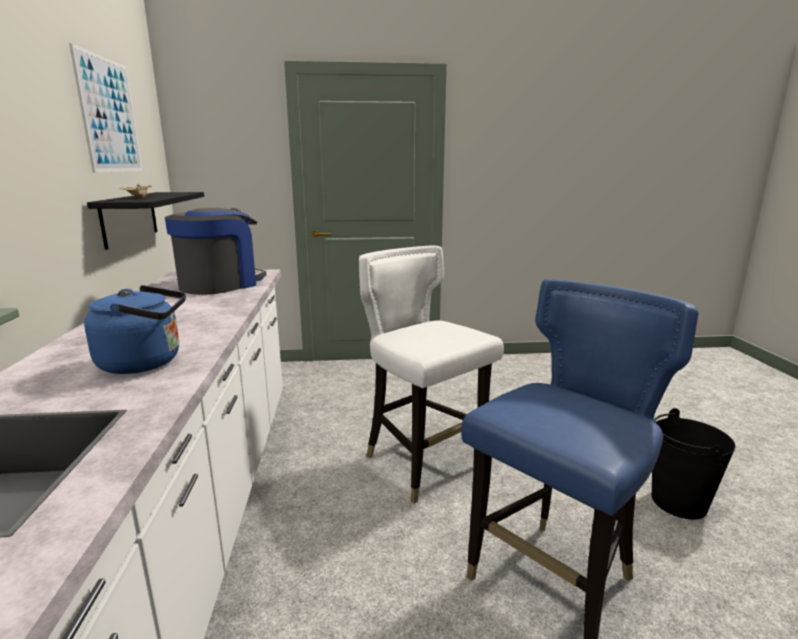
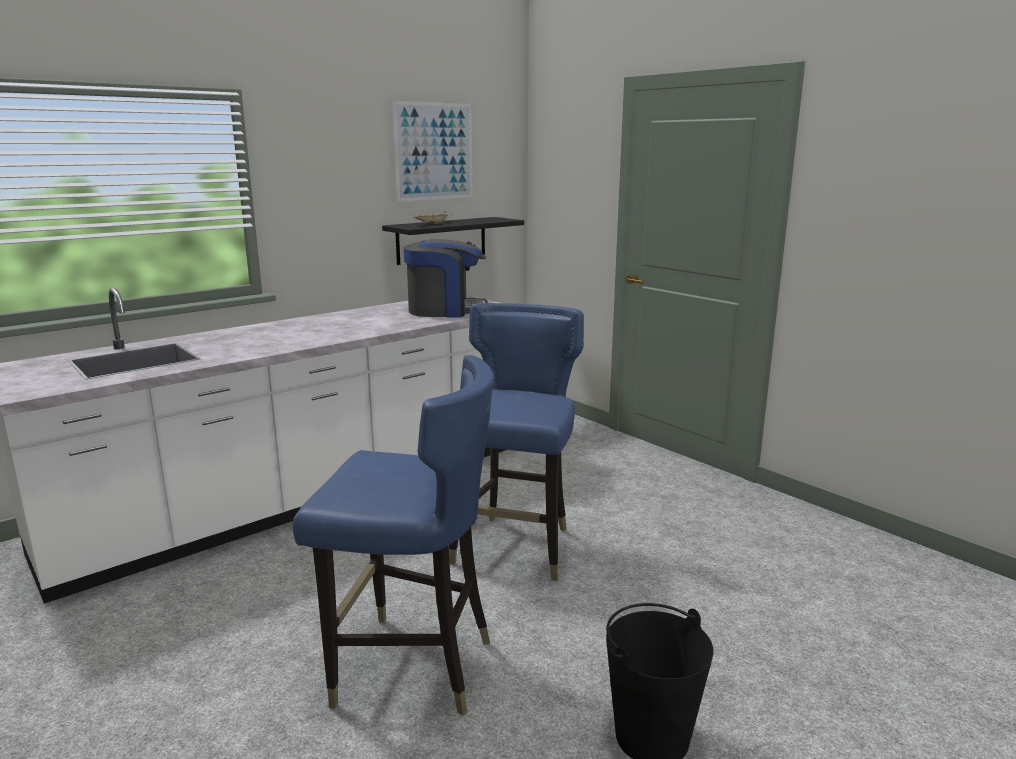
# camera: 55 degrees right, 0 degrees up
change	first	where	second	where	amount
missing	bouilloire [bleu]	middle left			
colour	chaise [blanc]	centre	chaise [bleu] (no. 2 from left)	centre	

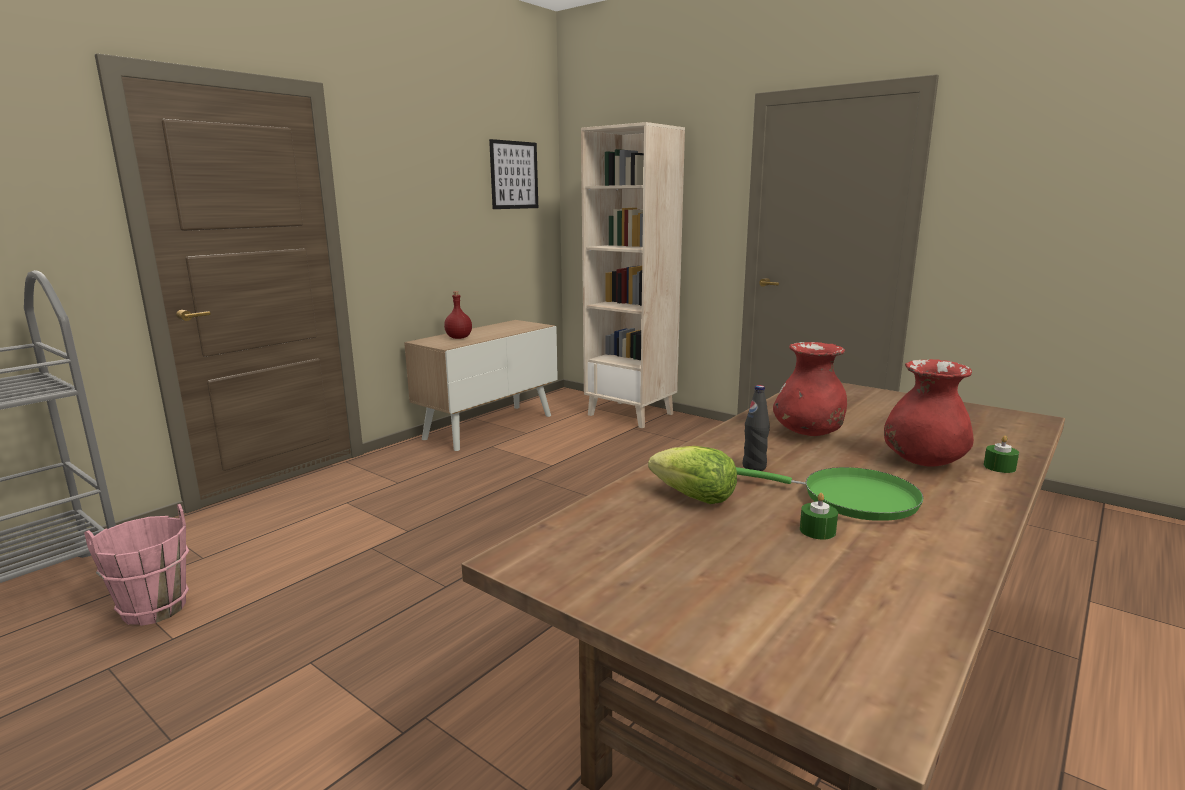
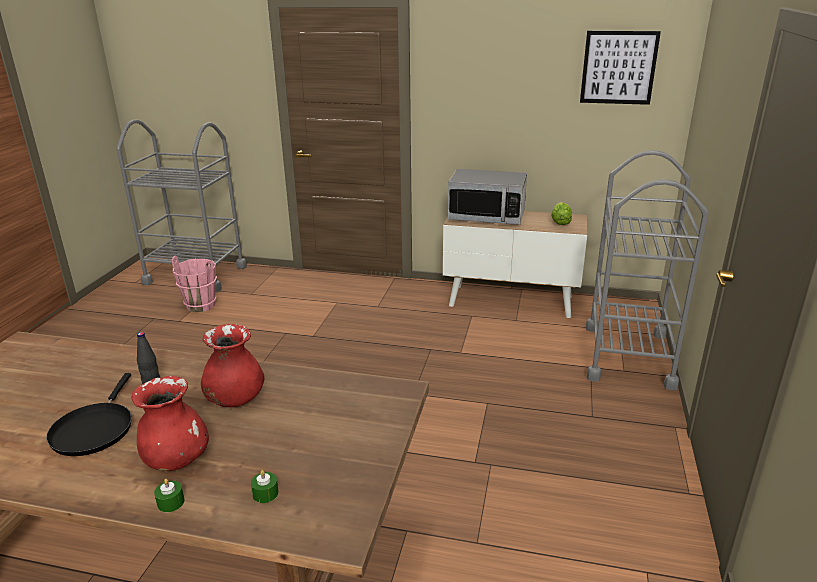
# camera: 65 degrees right, 10 degrees up
change	first	where	second	where	amount
exchanged	bouteille [rouge]	centre	micro-ondes	centre	
exchanged	bibliothèque [beige]	centre	chariot [gris] (no. 2 from left)	middle right	
relocated	laitue	centre		middle right	
colour	poêle [vert]	middle right	poêle [noir]	bottom left	
relocated	bougie [vert] (no. 1 from left in the first image)	middle right	bougie [vert] (no. 2 from left)	bottom left	

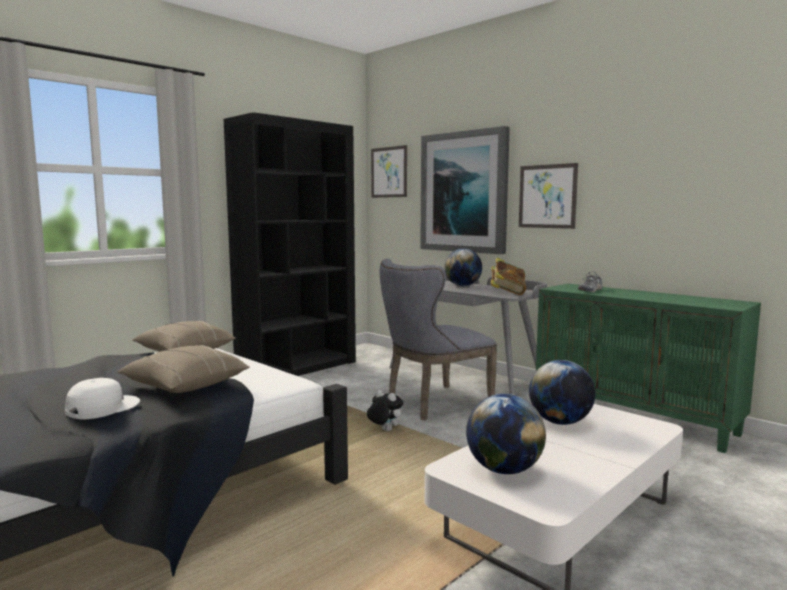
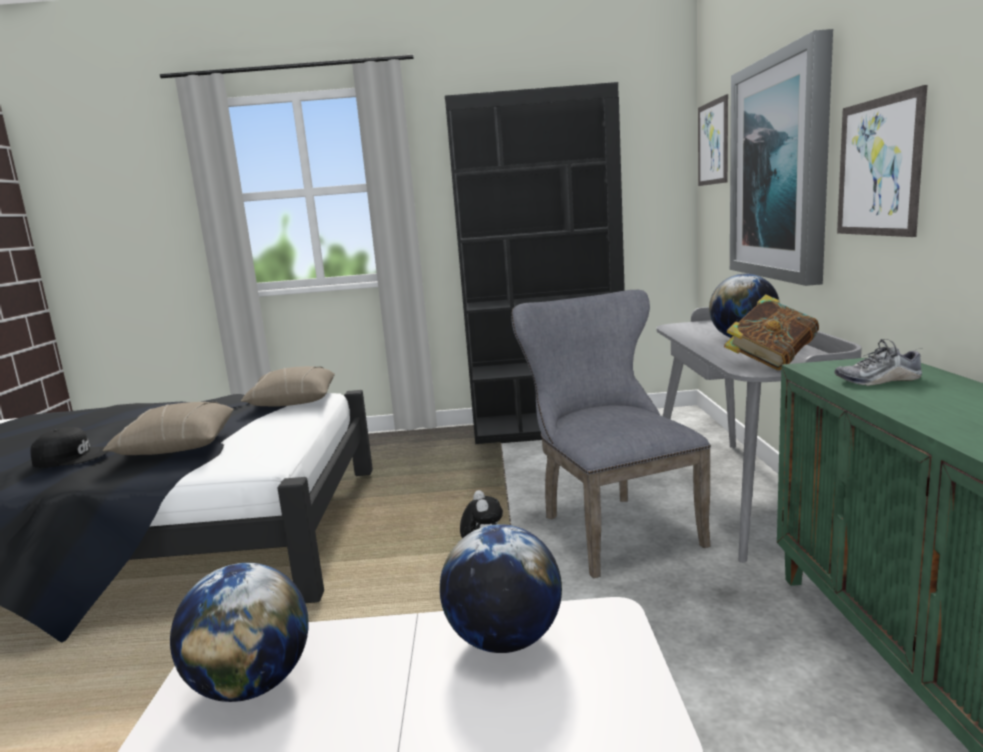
# camera: 45 degrees right, 5 degrees up
change	first	where	second	where	amount
colour	casquette [blanc]	bottom left	casquette [noir]	middle left	
spun	chaise [gris]	centre		centre	60 degrees clockwise

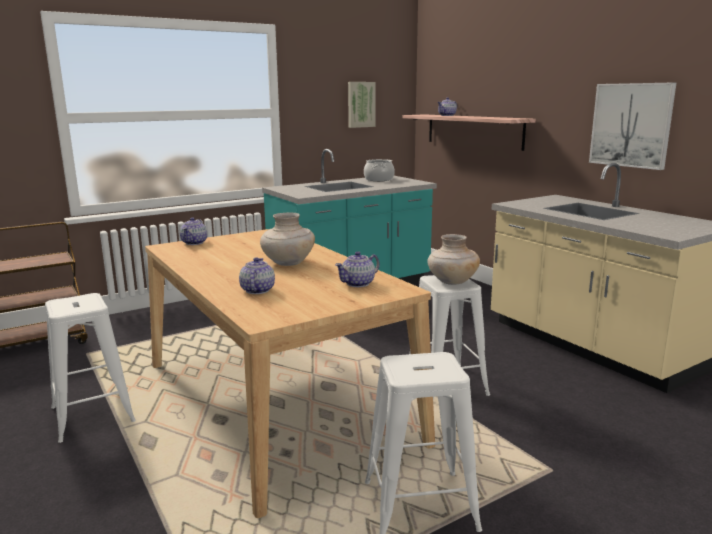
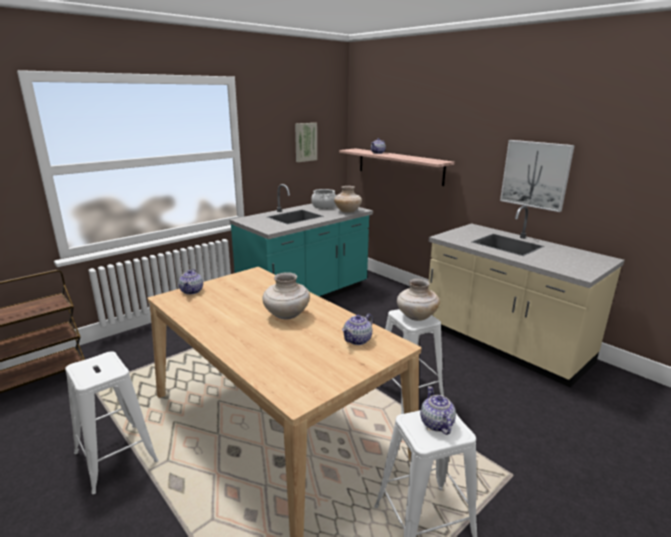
# camera: 10 degrees left, 5 degrees up
change	first	where	second	where	amount
relocated	théière (no. 2 from left in the first image)	centre	théière (no. 4 from left)	bottom centre	
appeared			vase [beige] (no. 2 from left)	centre	

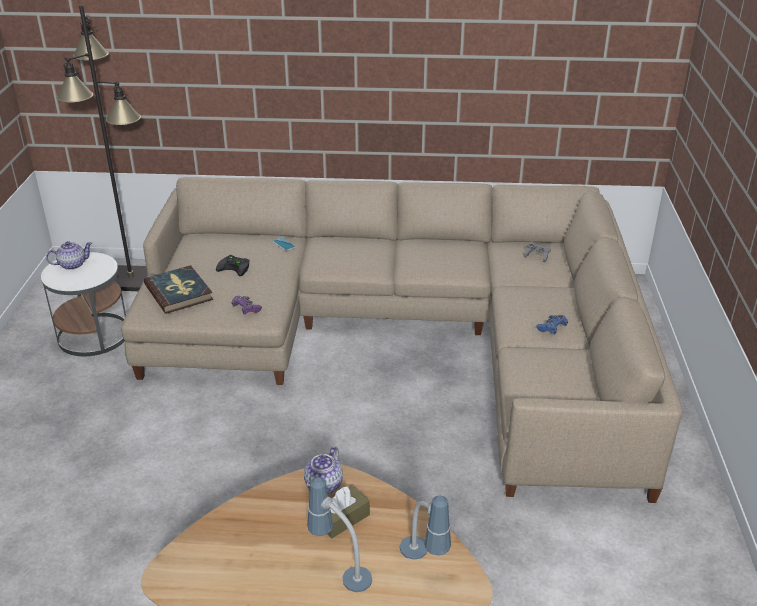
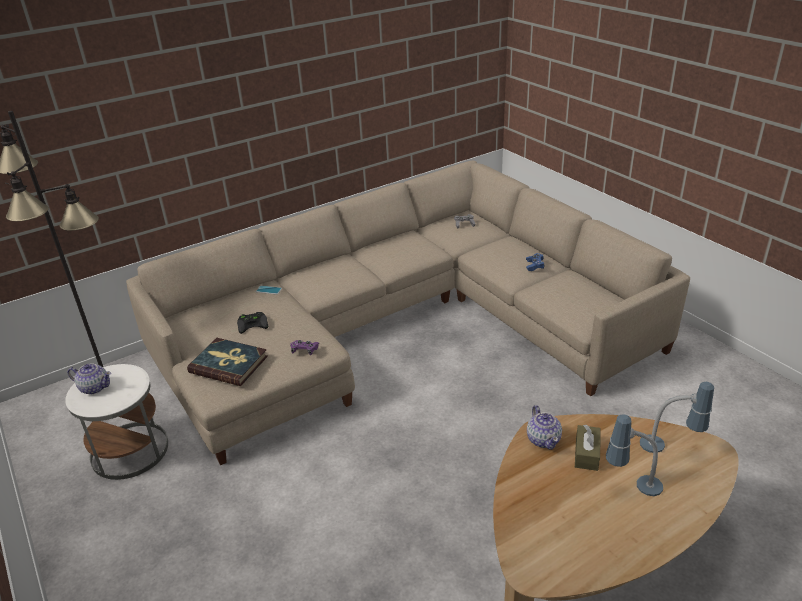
# camera: 35 degrees left, 0 degrees up
change	first	where	second	where	amount
spun	théière (no. 1 from left)	middle left		middle left	75 degrees clockwise

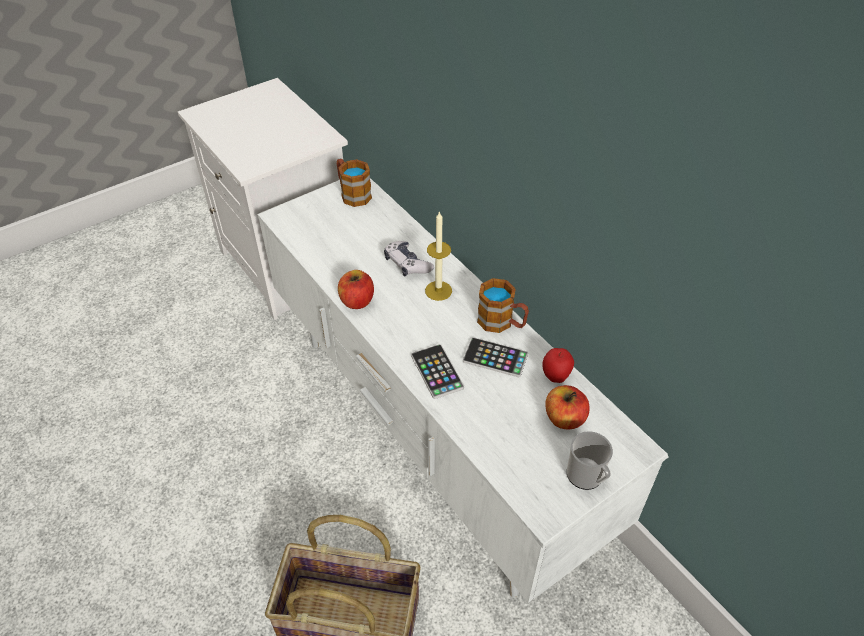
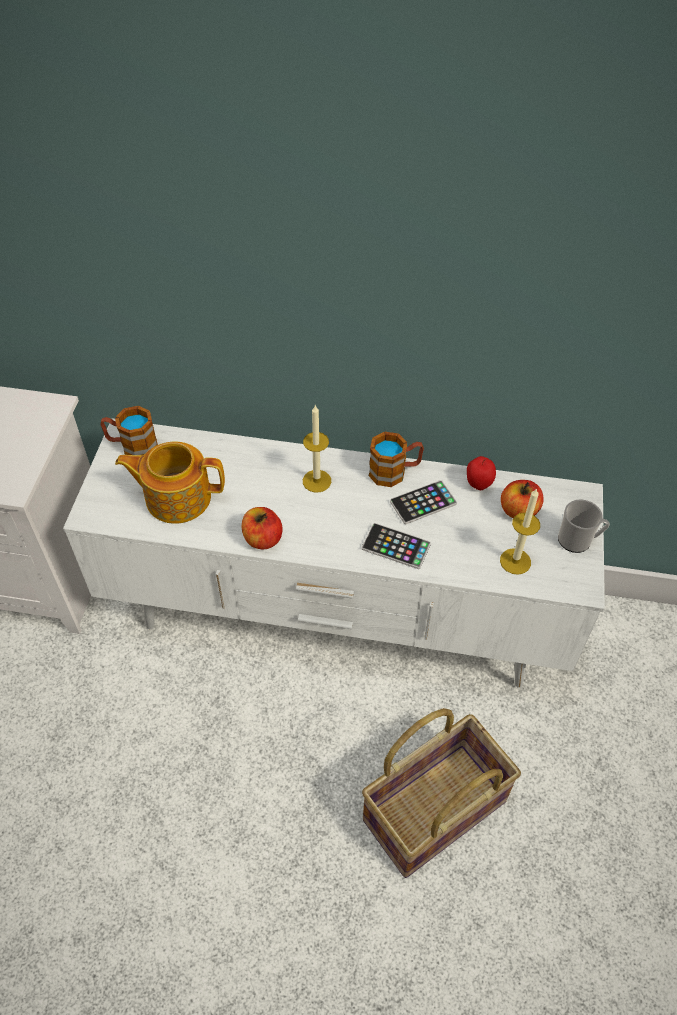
# camera: 45 degrees left, 5 degrees up
change	first	where	second	where	amount
missing	manette	centre			
appeared			théière	middle left	
appeared			bougie (no. 2 from left)	middle right	

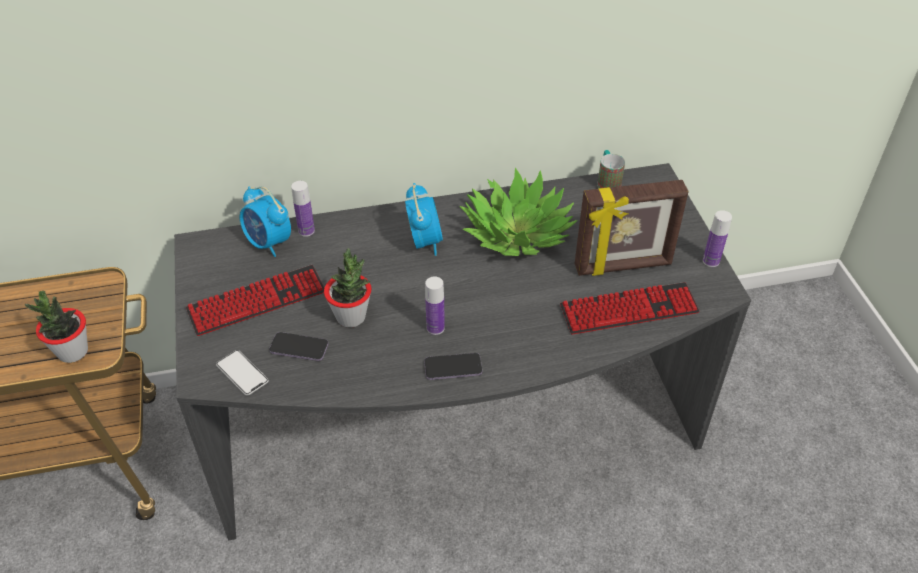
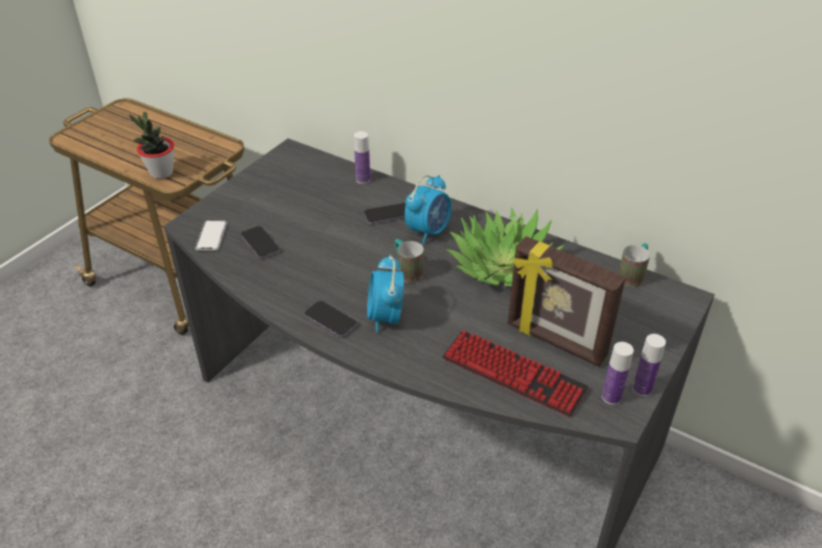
# camera: 45 degrees right, 5 degrees down
change	first	where	second	where	amount
missing	clavier (no. 1 from left)	middle left			
relocated	réveil (no. 1 from left)	middle left		centre	
missing	plante en pot (no. 2 from left)	centre			
relocated	bouteille (no. 2 from left)	centre		bottom right	
appeared			téléphone (no. 4 from left)	centre	
appeared			mug (no. 1 from left)	centre	

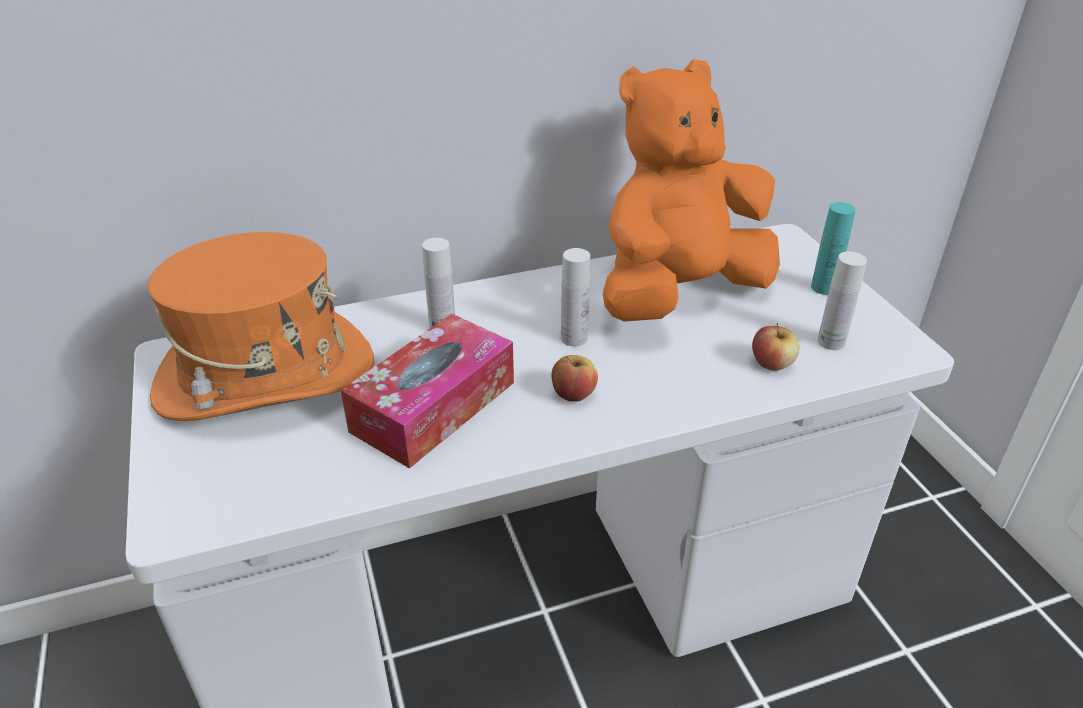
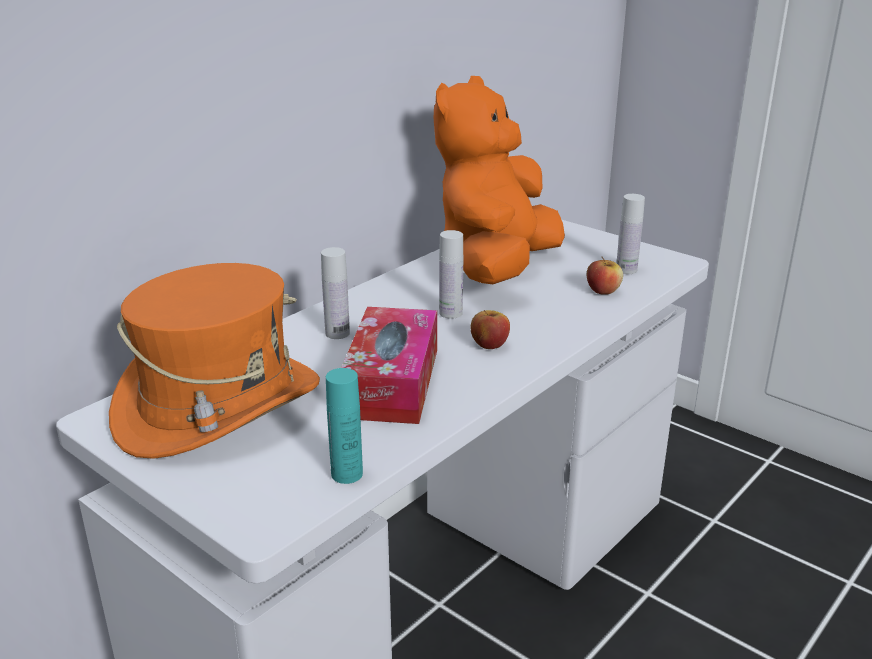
# camera: 30 degrees left, 10 degrees down
change	first	where	second	where	amount
relocated	bouteille [turquoise]	middle right		centre	

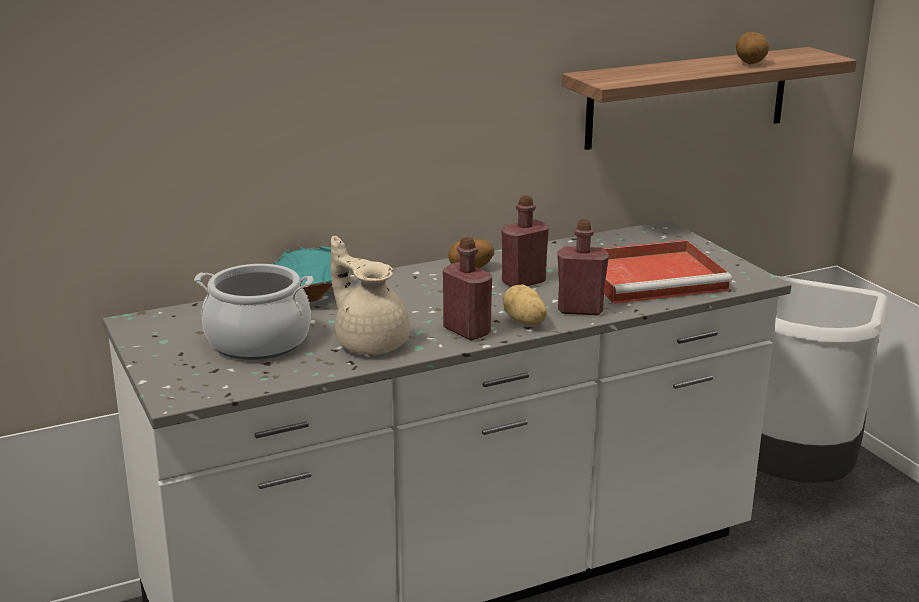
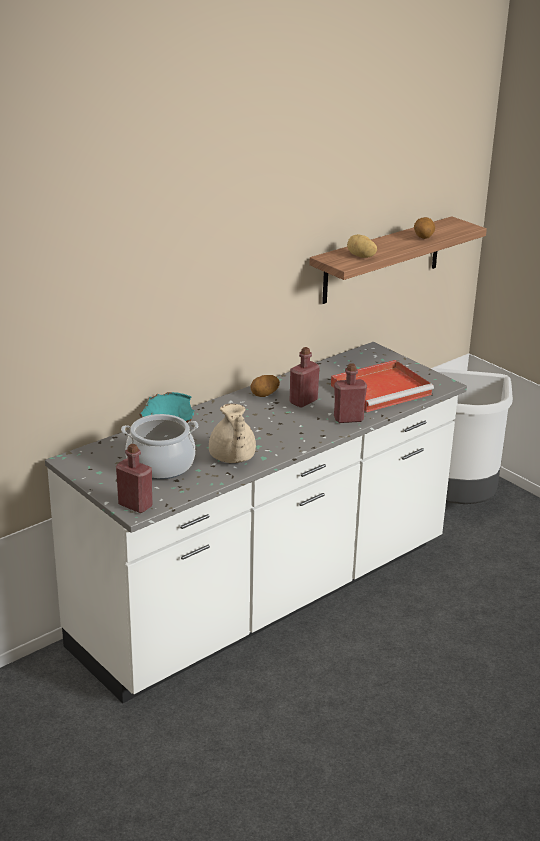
# camera: 15 degrees left, 5 degrees up
change	first	where	second	where	amount
spun	théière [beige]	centre		centre	135 degrees counterclockwise
relocated	bouteille [rouge] (no. 1 from left)	centre		middle left	
relocated	pomme de terre (no. 2 from left)	centre		top right	

